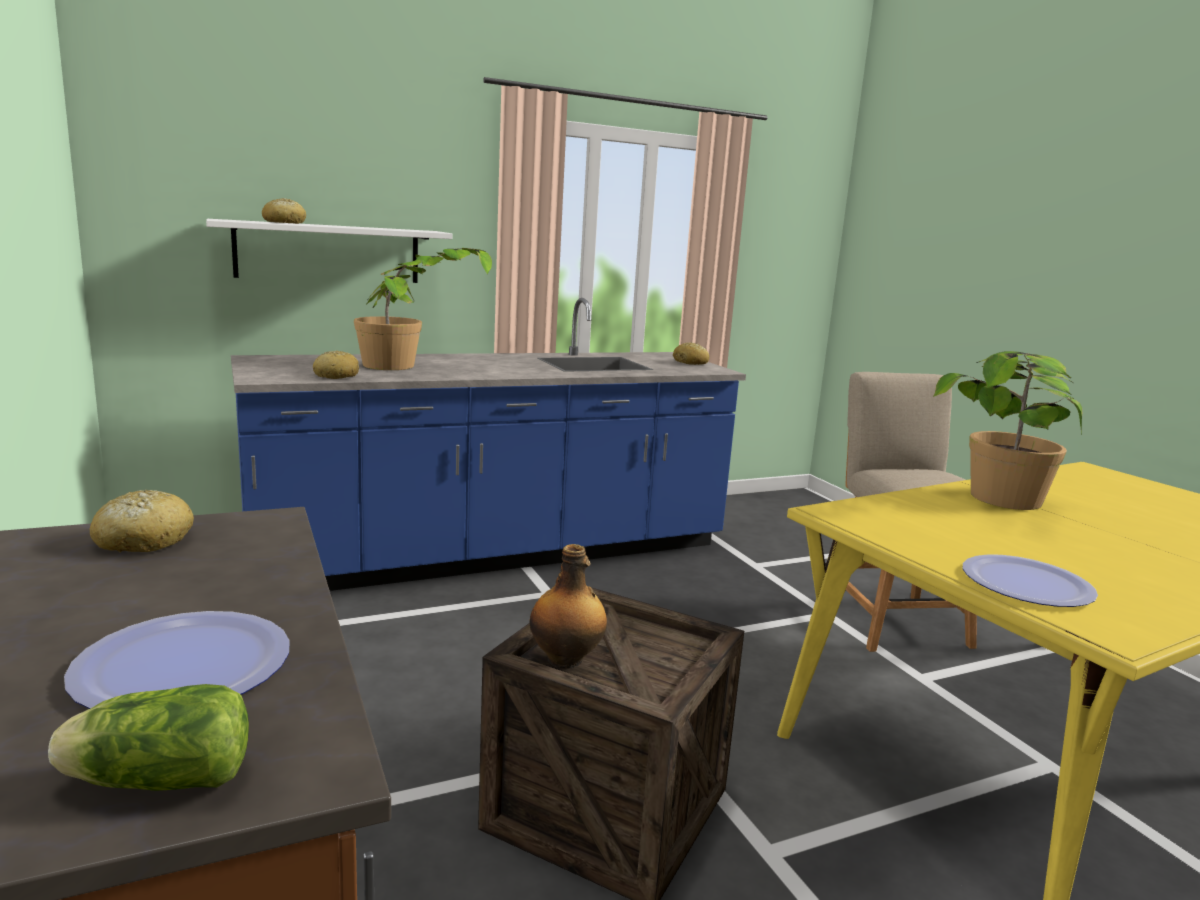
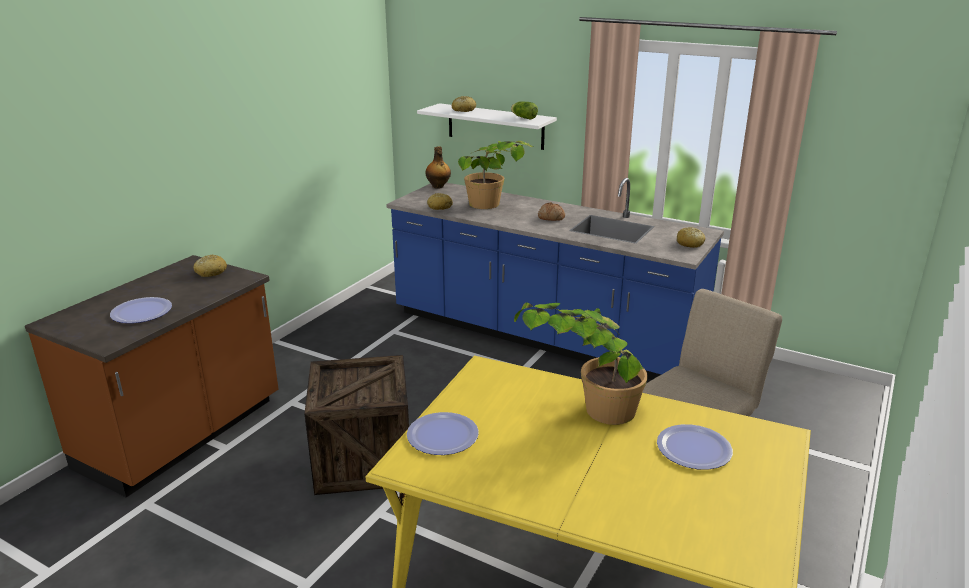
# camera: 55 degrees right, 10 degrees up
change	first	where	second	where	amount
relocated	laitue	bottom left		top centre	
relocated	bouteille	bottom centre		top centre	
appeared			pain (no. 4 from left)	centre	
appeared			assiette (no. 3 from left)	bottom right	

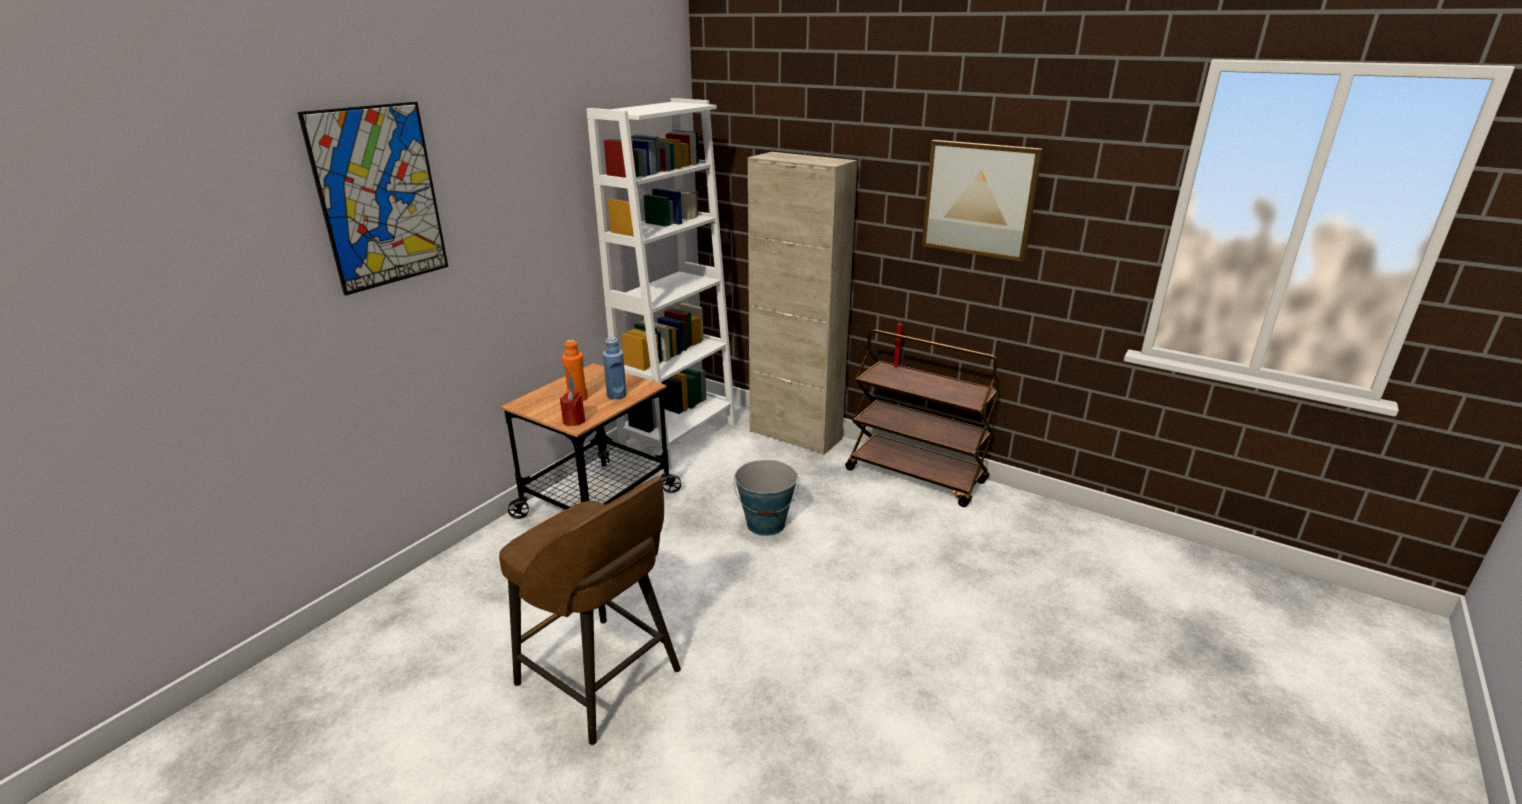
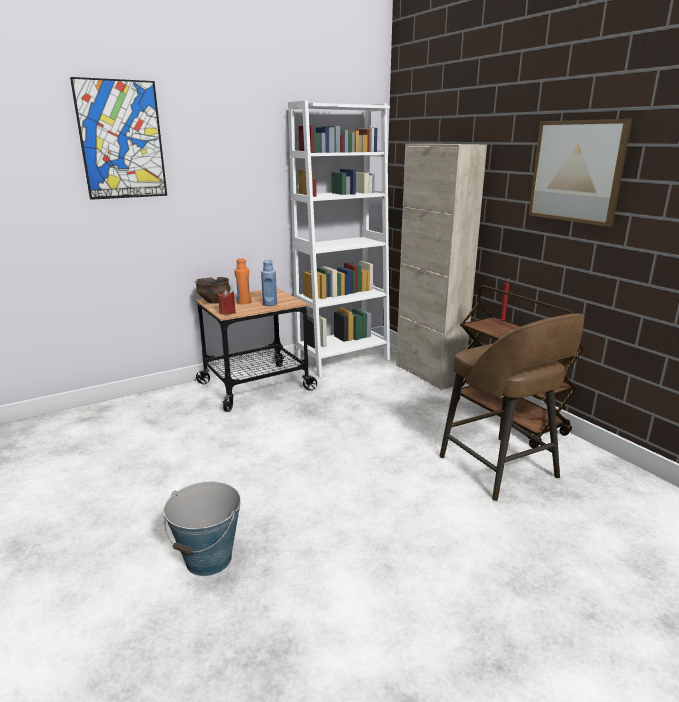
# camera: 25 degrees right, 5 degrees down
change	first	where	second	where	amount
relocated	tabouret [marron]	bottom centre		middle right	
relocated	seau	centre		bottom left	
appeared			bol	middle left	

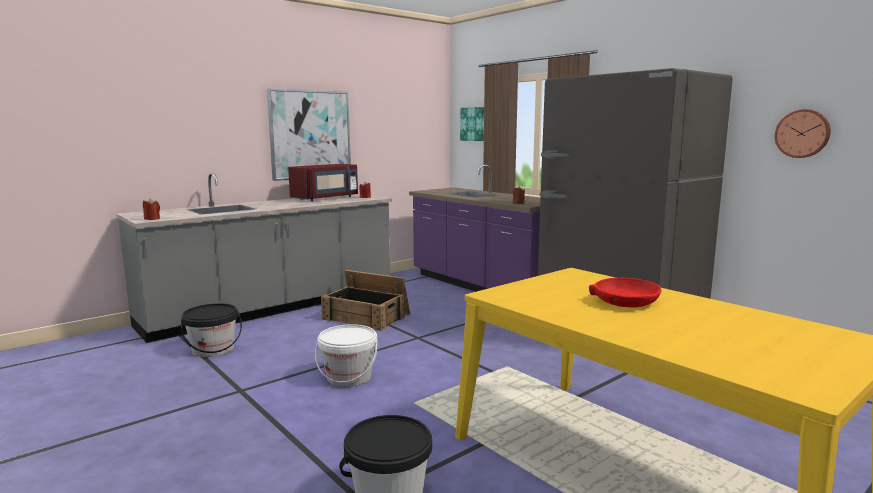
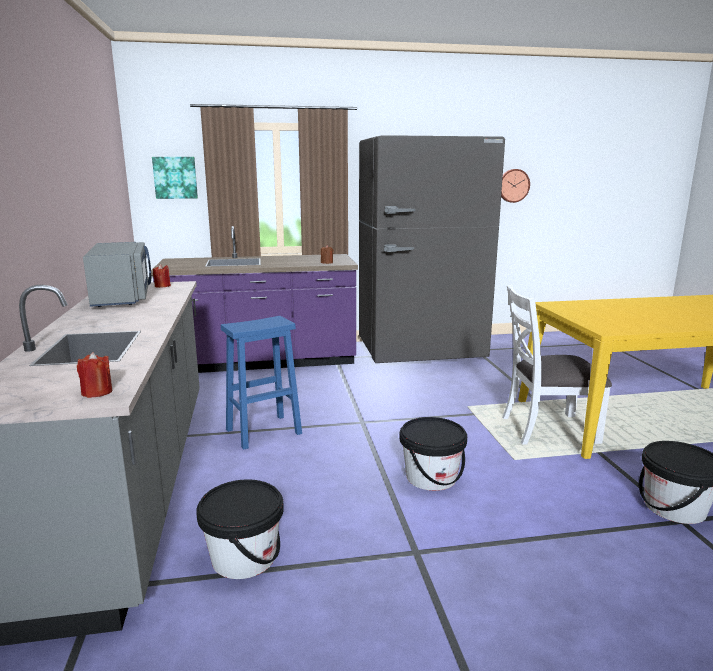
# camera: 60 degrees left, 5 degrees up
change	first	where	second	where	amount
missing	tableau (no. 1 from left)	top centre			
colour	micro-ondes [rouge]	centre	micro-ondes [gris]	middle left	
colour	seau [blanc]	bottom centre	seau [noir] (no. 2 from left)	bottom centre	
exchanged	caisse	centre	tabouret [bleu]	centre	
missing	bol [rouge]	middle right			
appeared			chaise [blanc]	middle right	

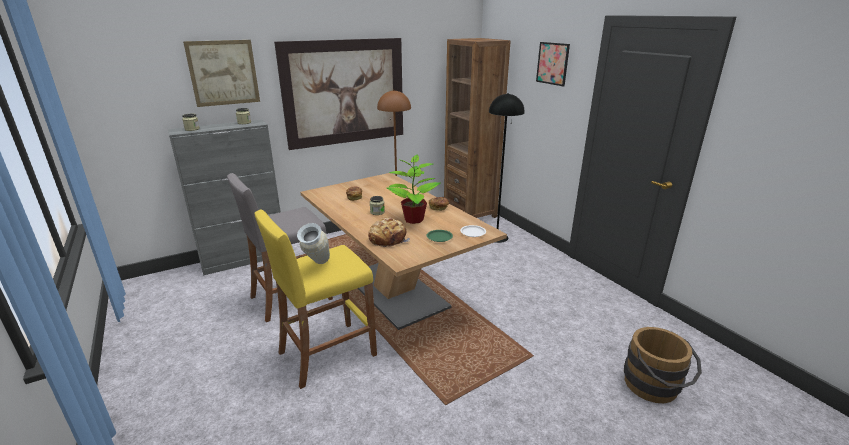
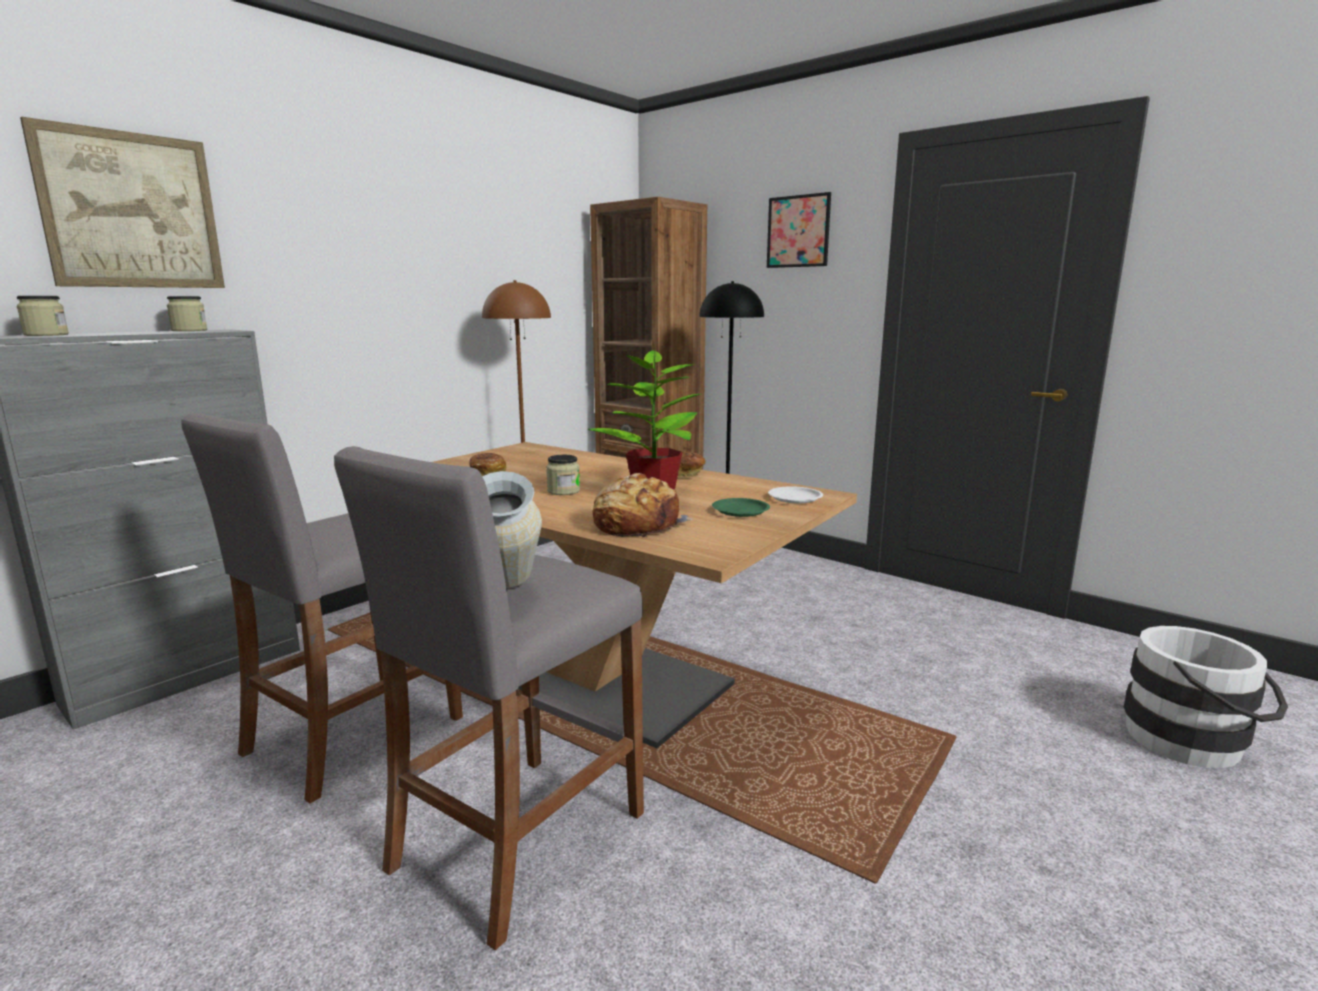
# camera: 20 degrees left, 10 degrees down
change	first	where	second	where	amount
colour	tabouret [jaune]	bottom centre	tabouret [gris] (no. 2 from left)	bottom centre	
missing	tableau (no. 2 from left)	top centre			
colour	seau [marron]	bottom right	seau [blanc]	bottom right	

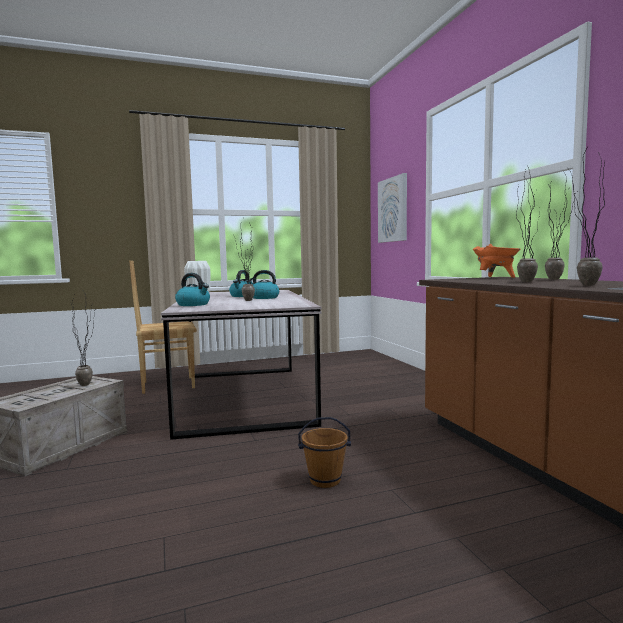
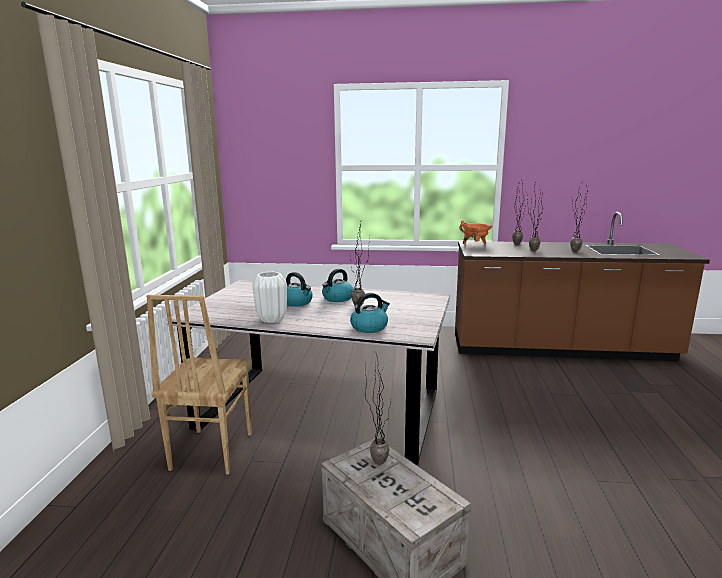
# camera: 65 degrees left, 10 degrees up
change	first	where	second	where	amount
missing	seau [marron]	bottom centre			
missing	tableau	centre			

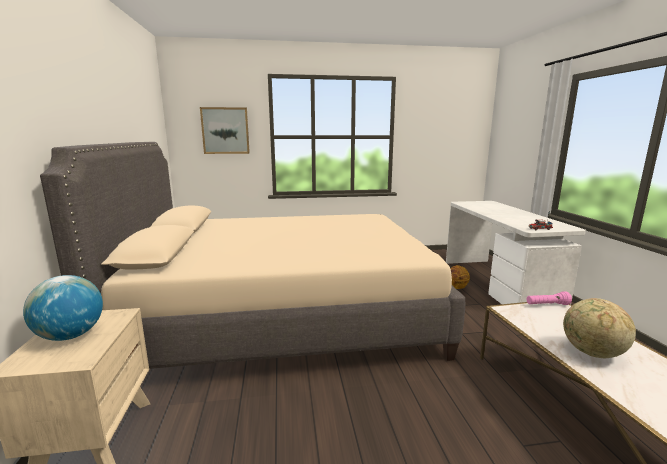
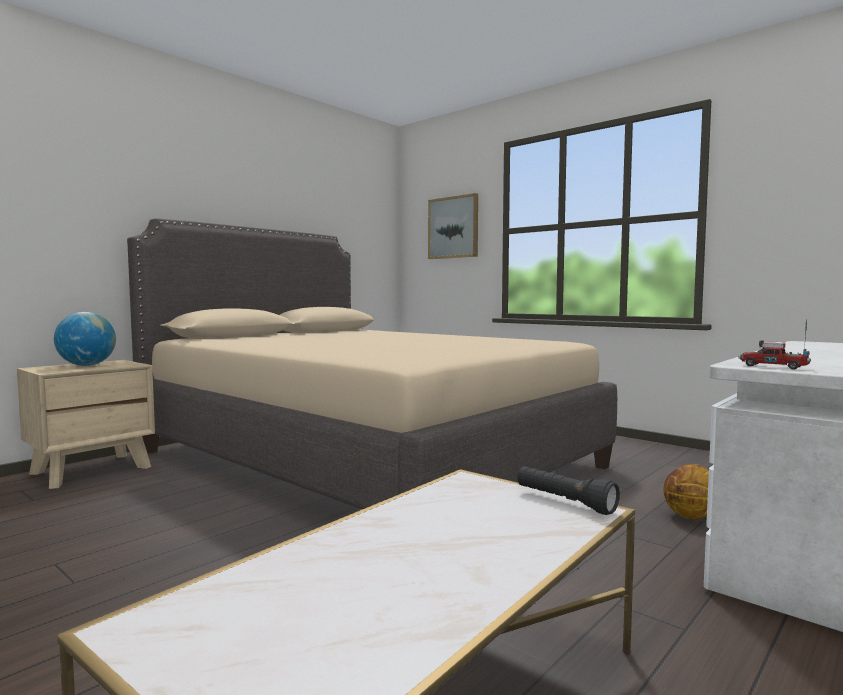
# camera: 50 degrees right, 10 degrees down
change	first	where	second	where	amount
colour	lampe de poche [rose]	middle right	lampe de poche [noir]	bottom right	
missing	globe (no. 2 from left)	bottom right			

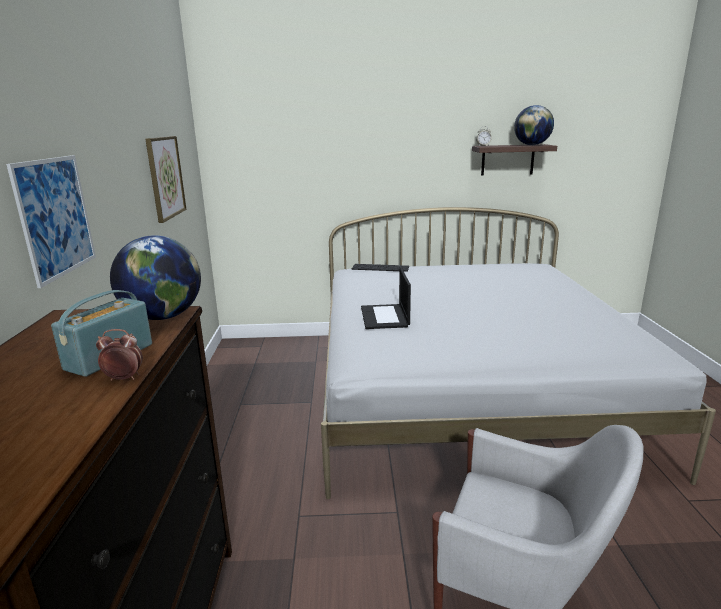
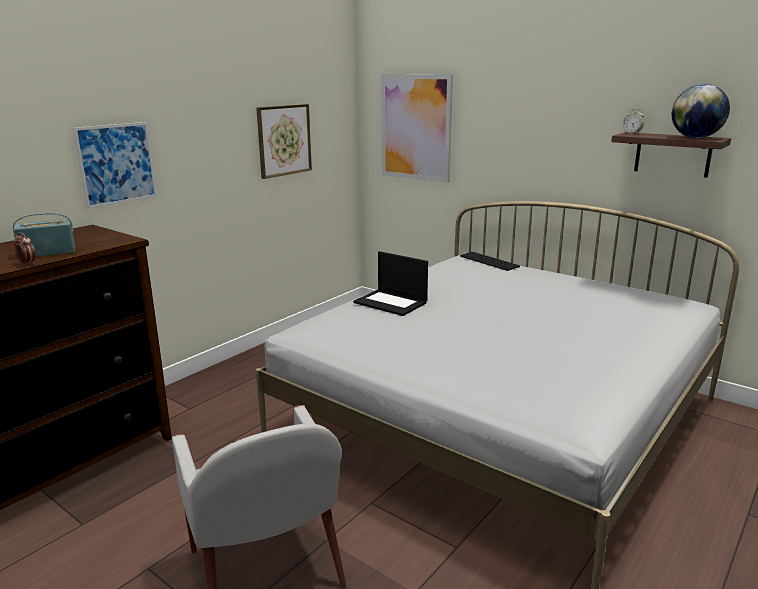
# camera: 40 degrees right, 0 degrees up
change	first	where	second	where	amount
missing	globe (no. 1 from left)	middle left			
spun	ordinateur portable	centre		centre	90 degrees counterclockwise
appeared			tableau (no. 3 from left)	top centre	

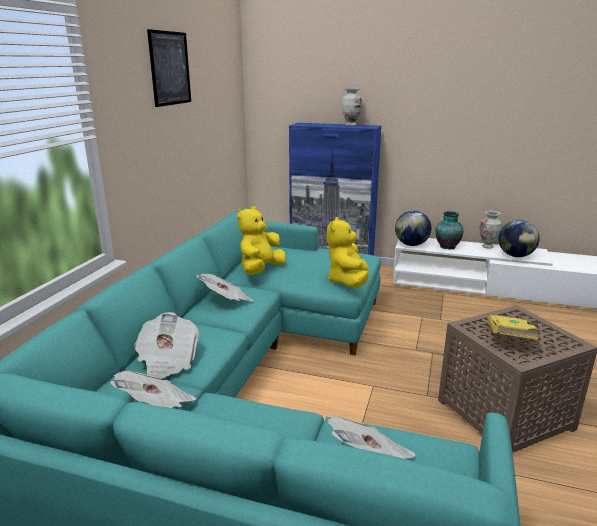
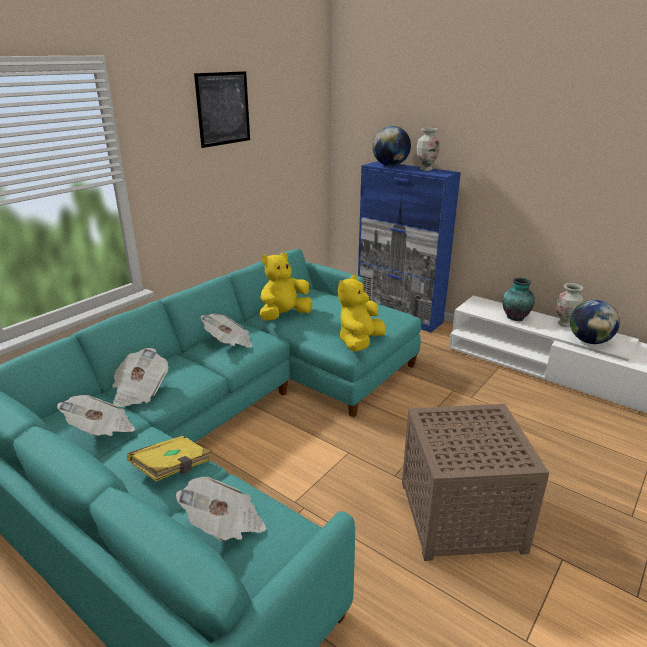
# camera: 20 degrees right, 5 degrees up
change	first	where	second	where	amount
relocated	globe (no. 1 from left)	middle right		top centre	
relocated	livre [jaune]	middle right		bottom left	

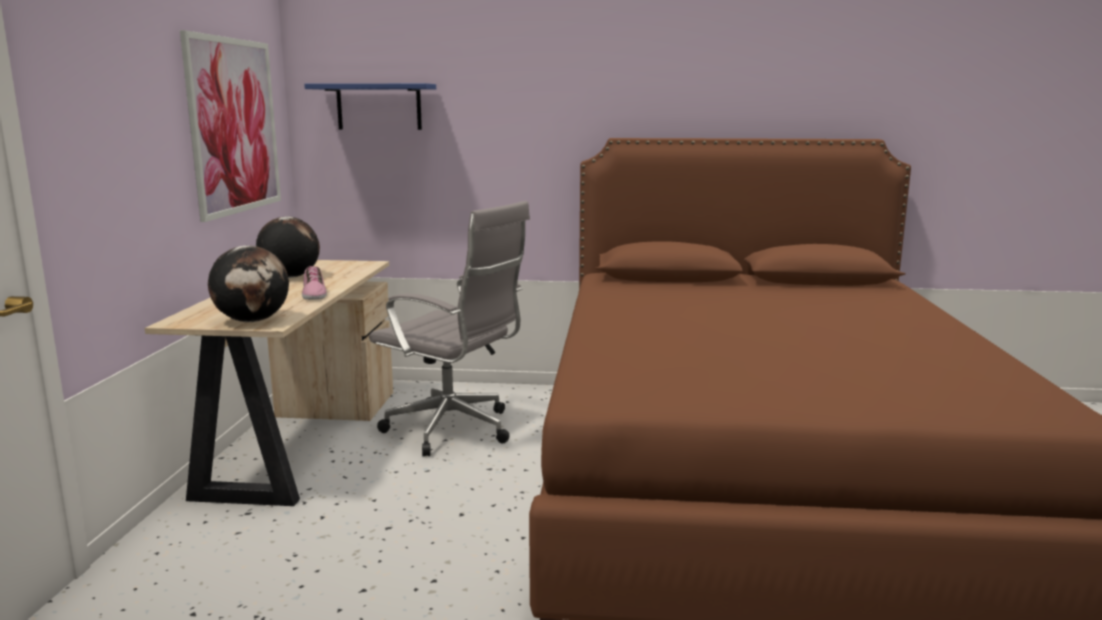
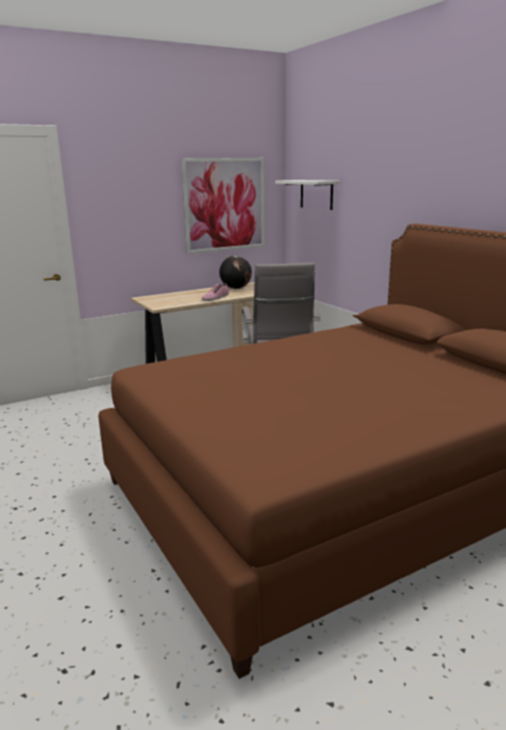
# camera: 55 degrees right, 5 degrees up
change	first	where	second	where	amount
missing	globe (no. 1 from left)	middle left			
colour	étagère [bleu]	top centre	étagère [blanc]	top centre	

